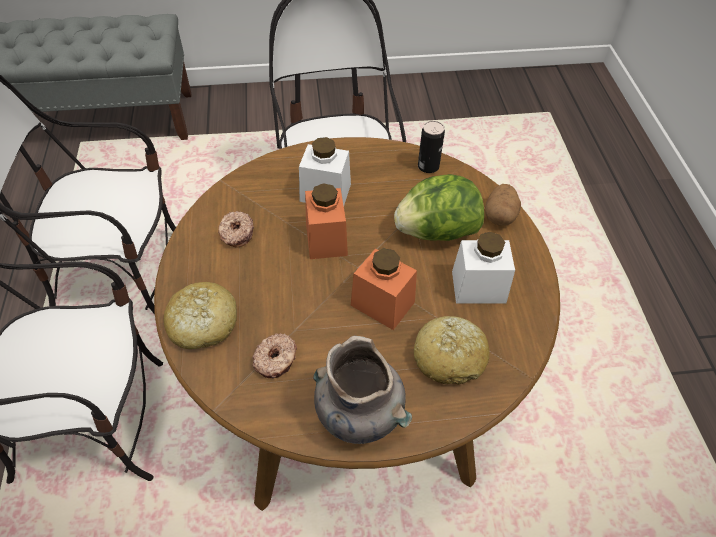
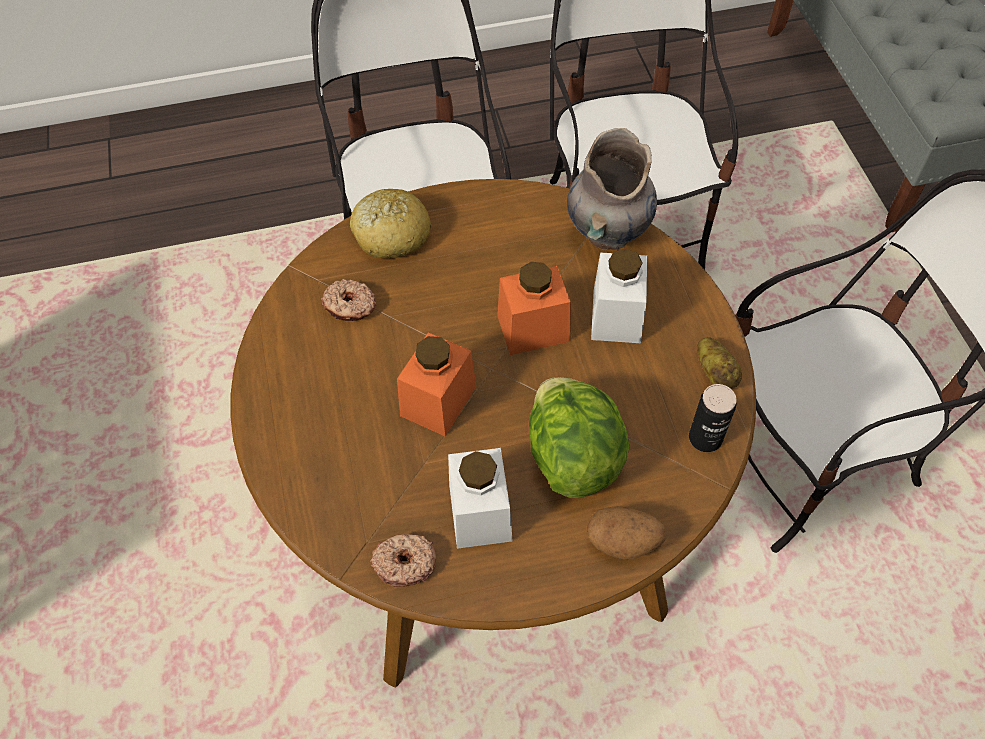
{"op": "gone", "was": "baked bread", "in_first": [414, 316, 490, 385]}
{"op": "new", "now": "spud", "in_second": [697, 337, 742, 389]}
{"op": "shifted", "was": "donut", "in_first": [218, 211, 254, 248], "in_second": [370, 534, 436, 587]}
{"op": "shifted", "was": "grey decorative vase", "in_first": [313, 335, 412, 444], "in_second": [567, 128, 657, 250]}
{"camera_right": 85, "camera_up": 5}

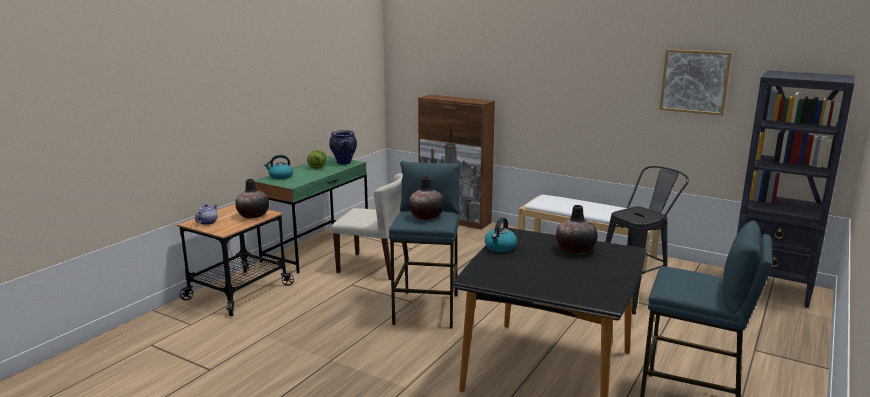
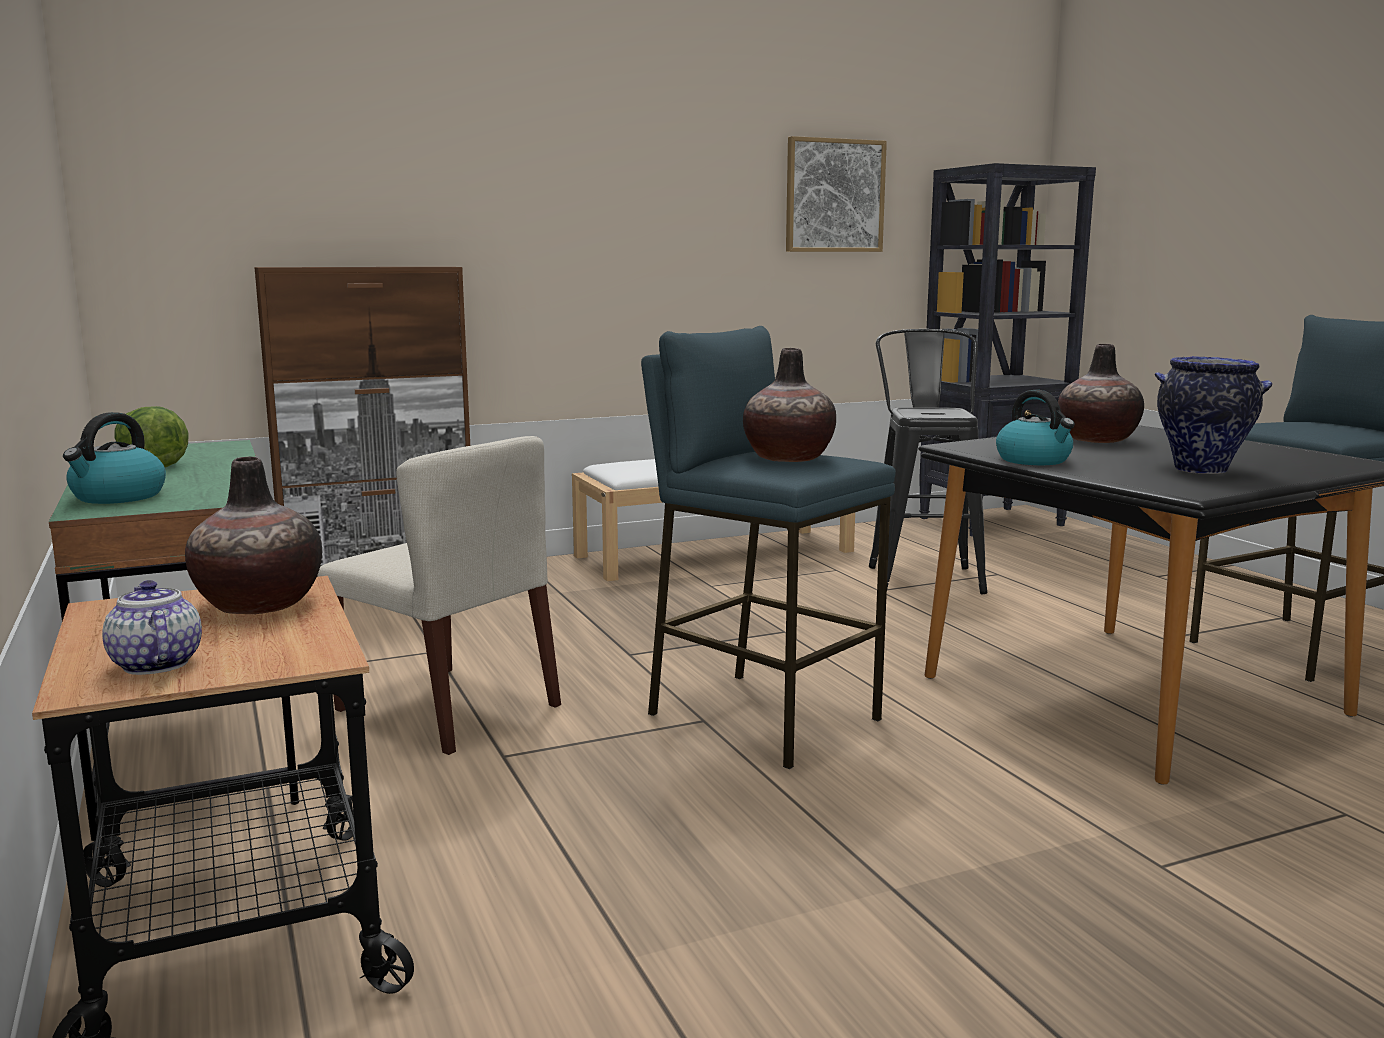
{"op": "shifted", "was": "decorative vase", "in_first": [329, 130, 357, 165], "in_second": [1155, 356, 1272, 474]}
{"op": "rotated", "was": "beige-coloured upright chair", "in_first": [331, 173, 409, 280], "in_second": [317, 436, 561, 755], "clockwise": 75}
{"camera_right": -55, "camera_up": -5}

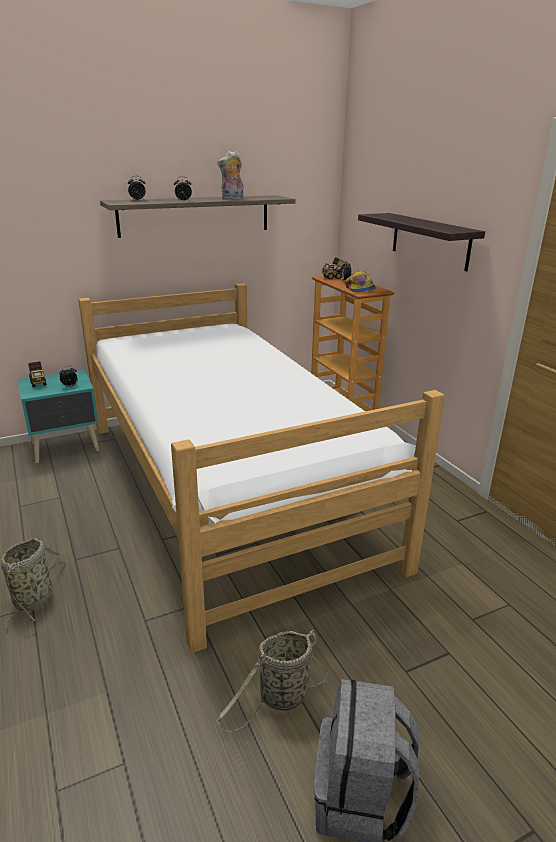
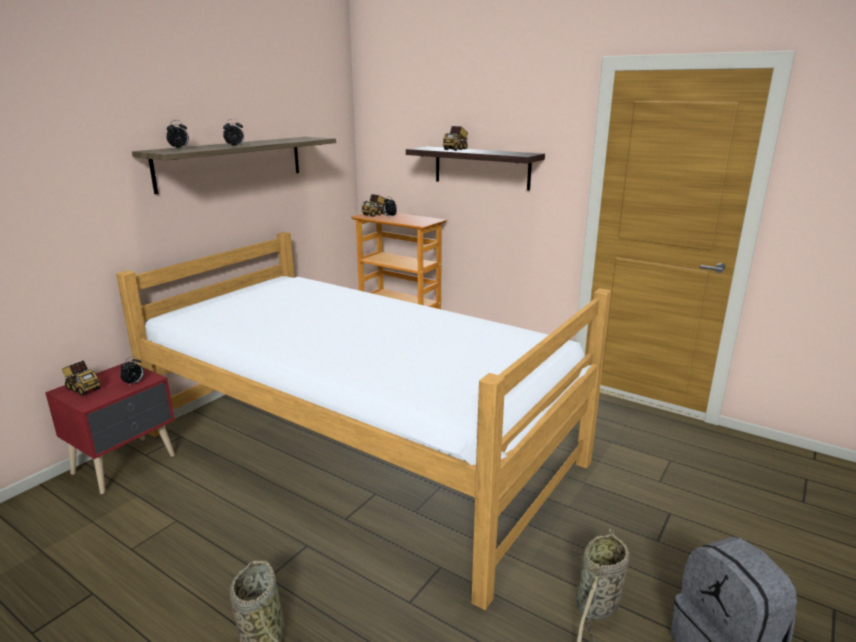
{"op": "gone", "was": "soft toy", "in_first": [217, 151, 244, 200]}
{"op": "gone", "was": "peaked cap", "in_first": [345, 271, 376, 292]}
{"op": "new", "now": "model truck", "in_second": [443, 126, 468, 151]}
{"op": "repainted", "was": "turquoise bedside table", "now": "red bedside table", "in_first": [18, 370, 99, 463], "in_second": [45, 361, 175, 494]}
{"camera_right": -30, "camera_up": -5}

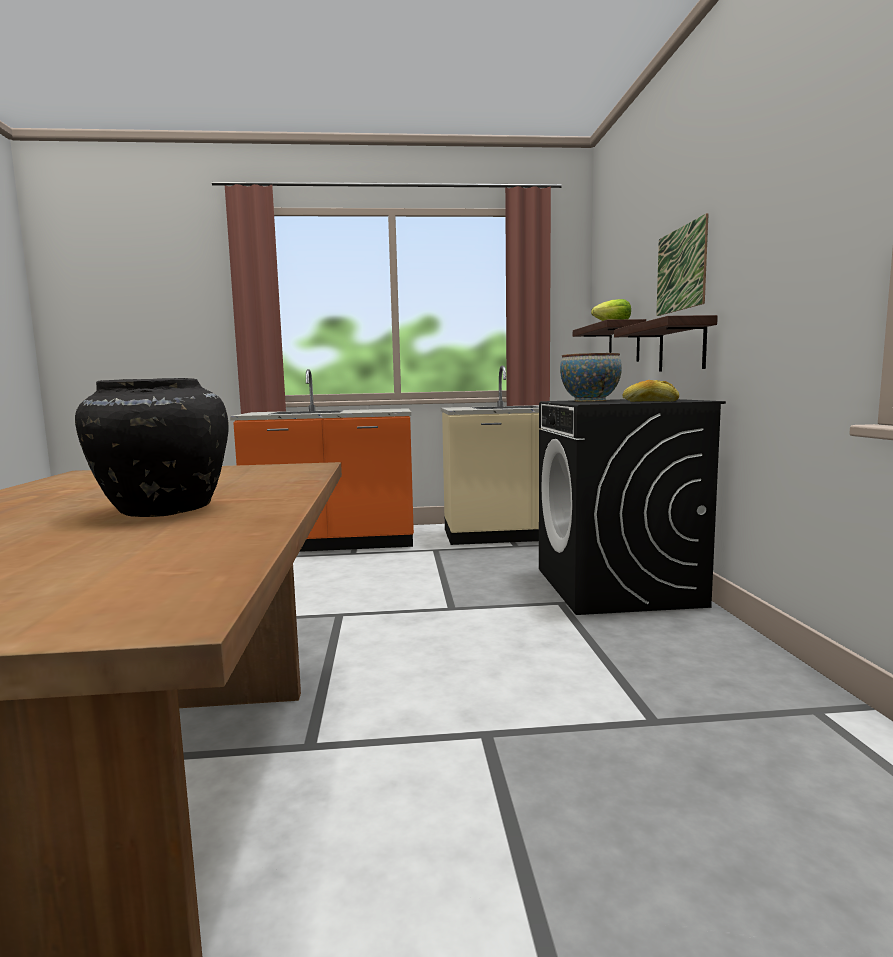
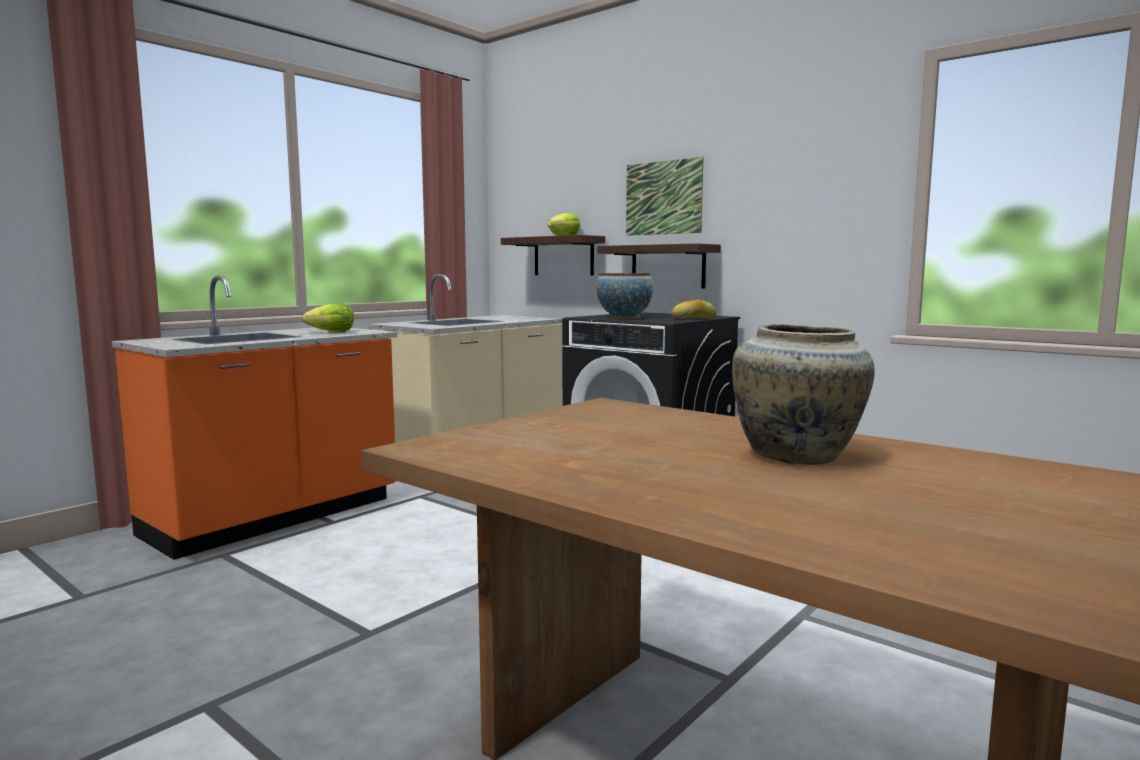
{"op": "new", "now": "lettuce", "in_second": [302, 303, 354, 332]}
{"op": "repainted", "was": "black-coloured decorative vase", "now": "beige-coloured decorative vase", "in_first": [75, 378, 229, 517], "in_second": [732, 325, 875, 465]}
{"camera_right": -45, "camera_up": 0}

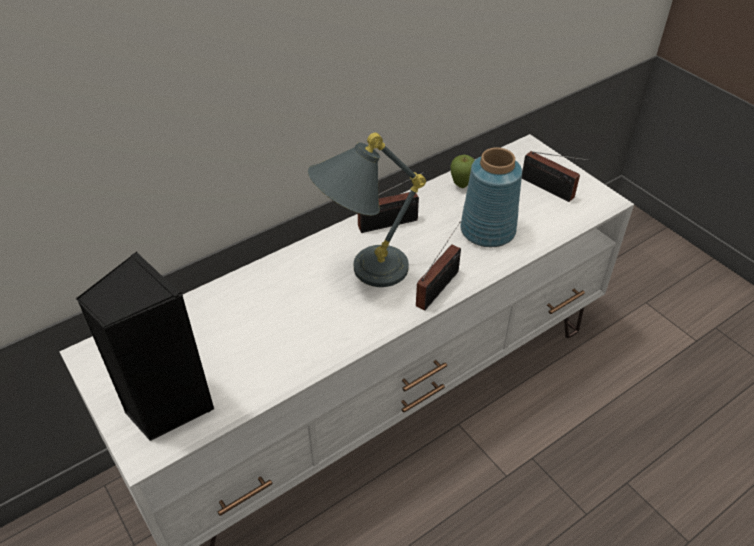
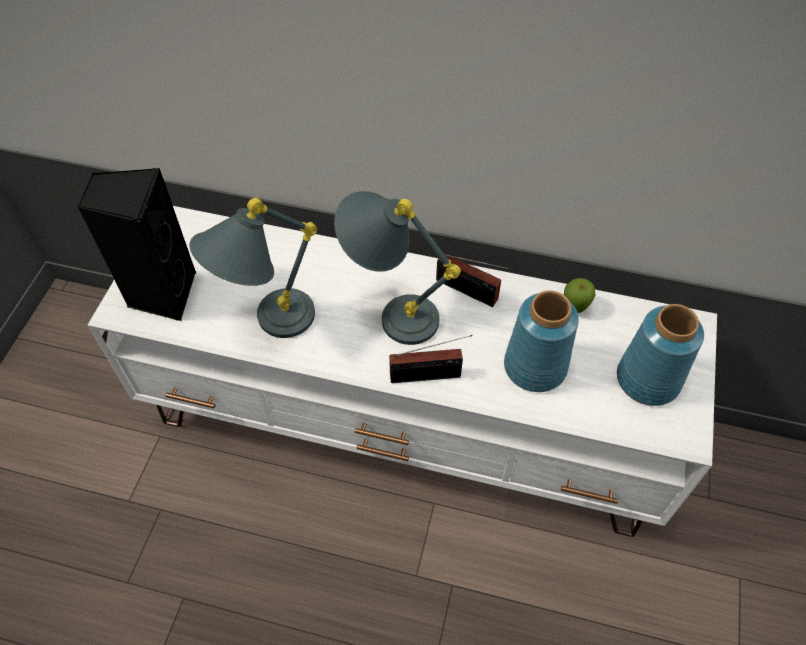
{"op": "new", "now": "grey lamp for a table", "in_second": [189, 198, 317, 338]}
{"op": "swapped", "was": "radio", "now": "blue-coloured decorative vase", "in_first": [522, 151, 590, 202], "in_second": [617, 304, 704, 406]}
{"camera_right": 50, "camera_up": 10}

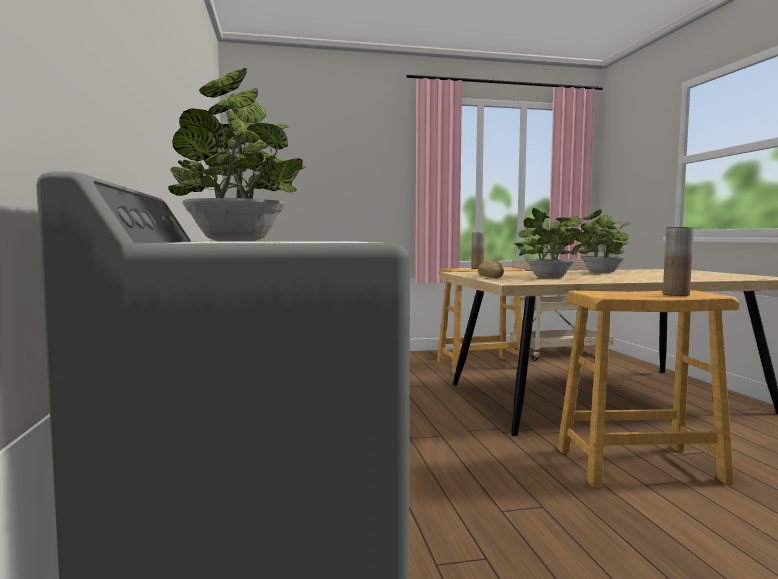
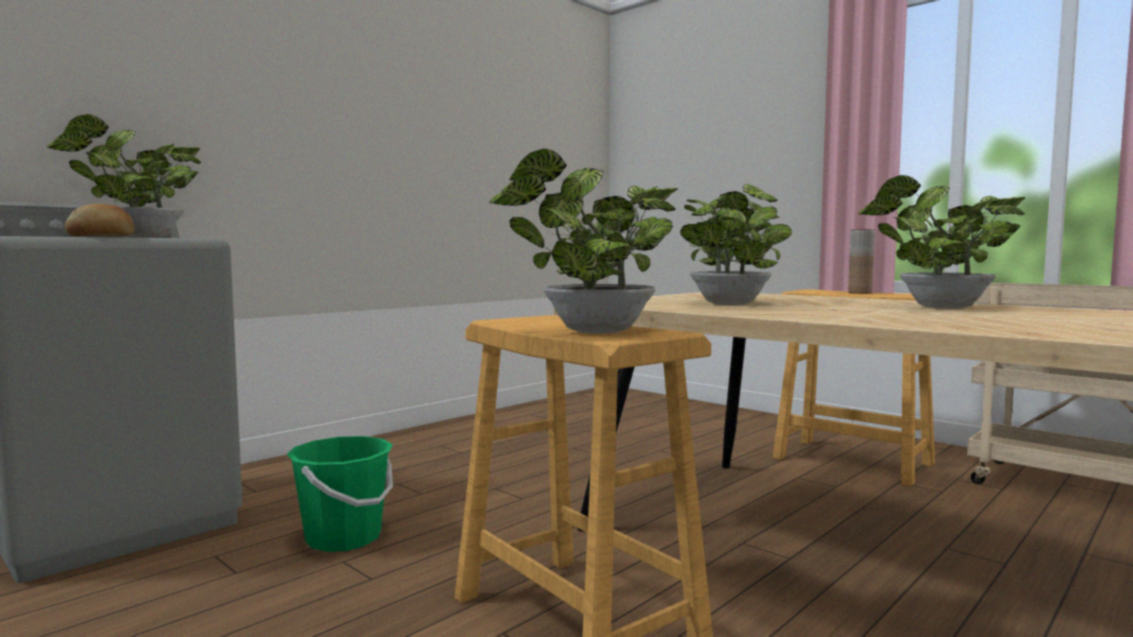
{"op": "new", "now": "green water bucket", "in_second": [287, 436, 393, 552]}
{"op": "shifted", "was": "baked bread", "in_first": [478, 260, 504, 278], "in_second": [65, 204, 135, 237]}
{"op": "swapped", "was": "brown decorative vase", "now": "plant in a pot", "in_first": [663, 227, 694, 296], "in_second": [489, 149, 678, 334]}
{"camera_right": 55, "camera_up": 0}

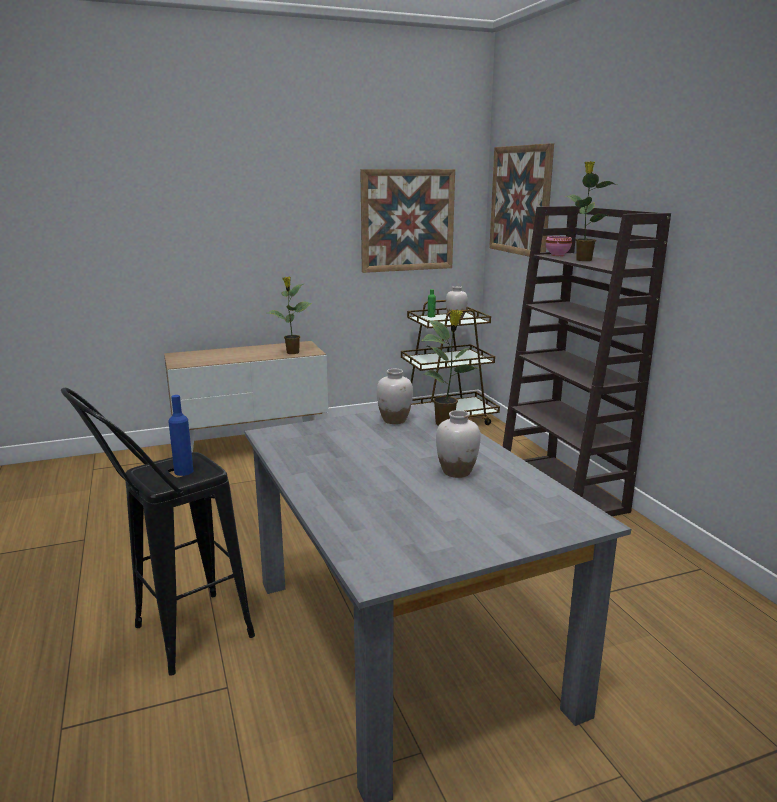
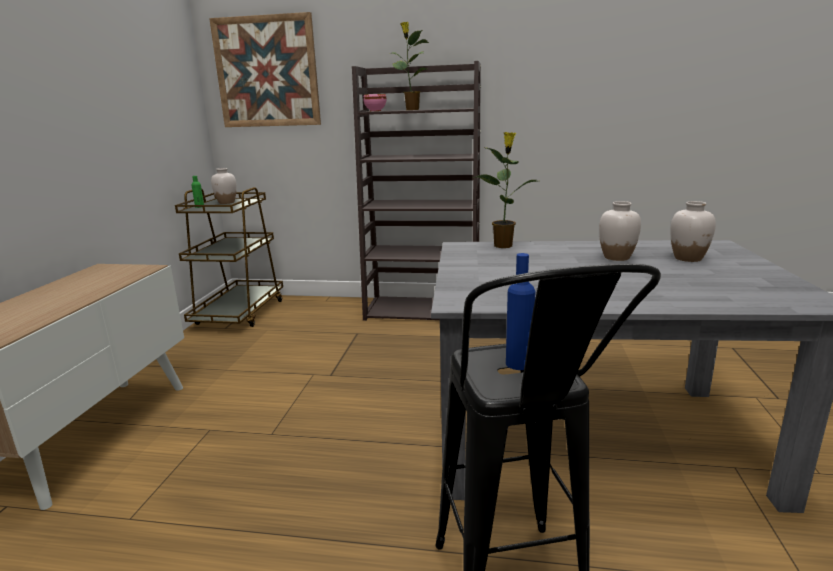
{"op": "gone", "was": "plant in a pot", "in_first": [267, 277, 312, 354]}
{"op": "gone", "was": "picture", "in_first": [360, 169, 455, 273]}
{"op": "shifted", "was": "whitish decorative vase", "in_first": [377, 369, 413, 424], "in_second": [671, 201, 716, 262]}
{"camera_right": -60, "camera_up": 0}

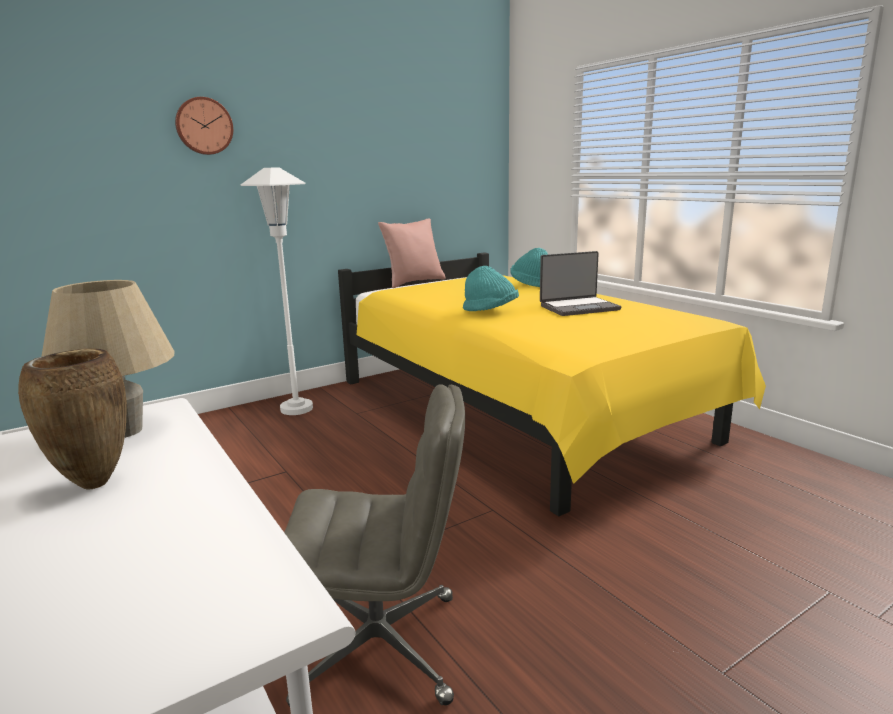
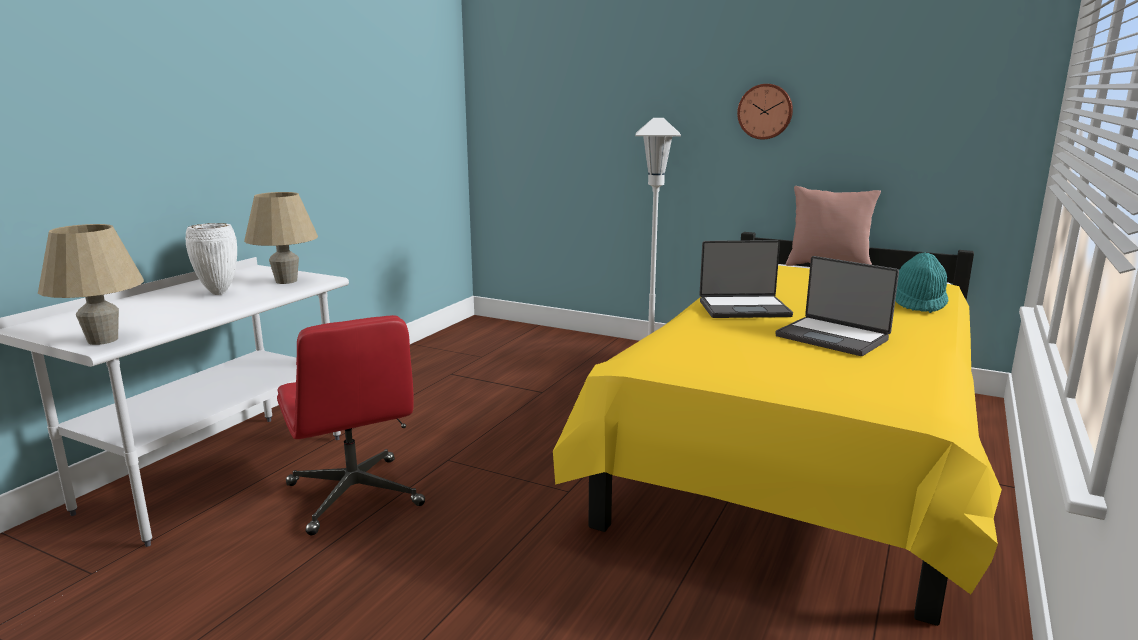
{"op": "new", "now": "beige-coloured lamp for a table", "in_second": [38, 224, 144, 345]}
{"op": "shifted", "was": "hanging clock", "in_first": [175, 97, 233, 155], "in_second": [737, 84, 793, 140]}
{"op": "swapped", "was": "turquoise wearable hat", "now": "notebook computer", "in_first": [463, 266, 519, 311], "in_second": [699, 240, 793, 318]}
{"op": "repainted", "was": "brown decorative vase", "now": "whitish decorative vase", "in_first": [18, 348, 127, 490], "in_second": [186, 223, 237, 295]}
{"op": "repainted", "was": "grey desk chair", "now": "red desk chair", "in_first": [284, 385, 465, 706], "in_second": [277, 315, 425, 535]}
{"camera_right": 60, "camera_up": 0}

